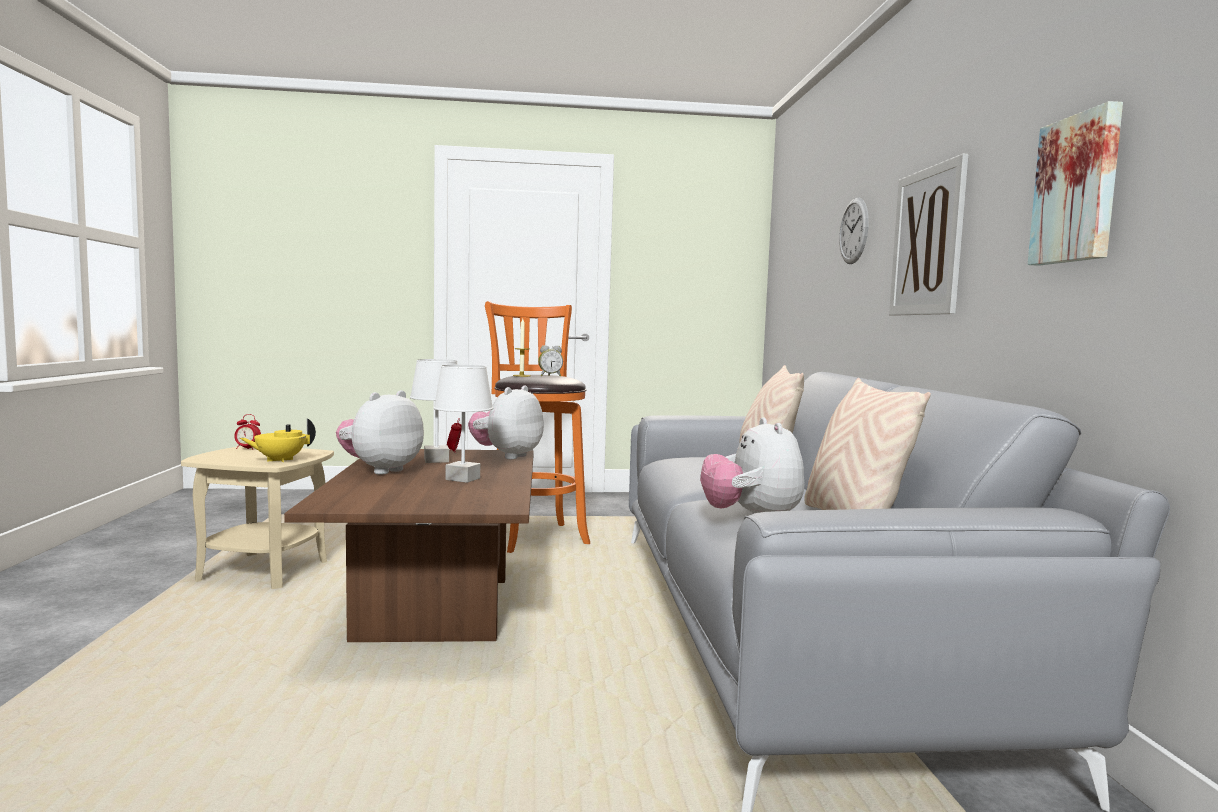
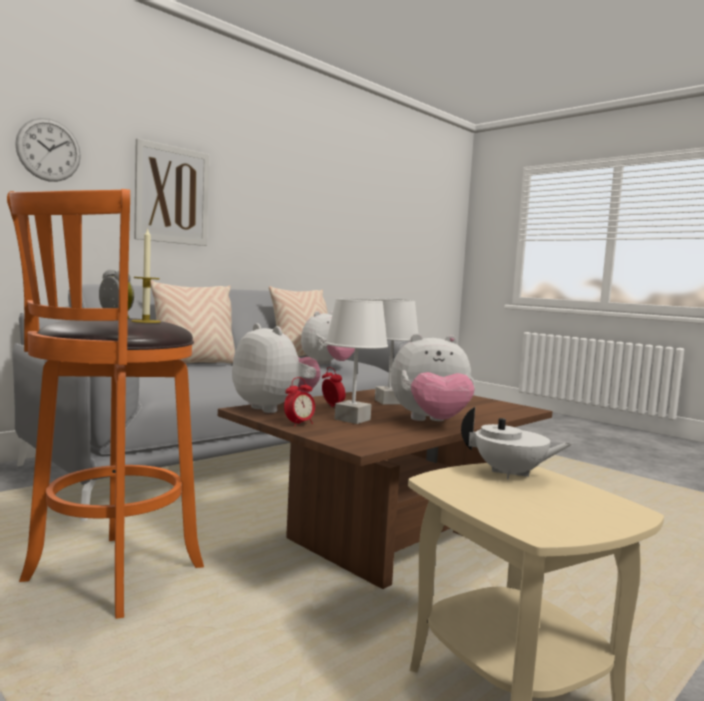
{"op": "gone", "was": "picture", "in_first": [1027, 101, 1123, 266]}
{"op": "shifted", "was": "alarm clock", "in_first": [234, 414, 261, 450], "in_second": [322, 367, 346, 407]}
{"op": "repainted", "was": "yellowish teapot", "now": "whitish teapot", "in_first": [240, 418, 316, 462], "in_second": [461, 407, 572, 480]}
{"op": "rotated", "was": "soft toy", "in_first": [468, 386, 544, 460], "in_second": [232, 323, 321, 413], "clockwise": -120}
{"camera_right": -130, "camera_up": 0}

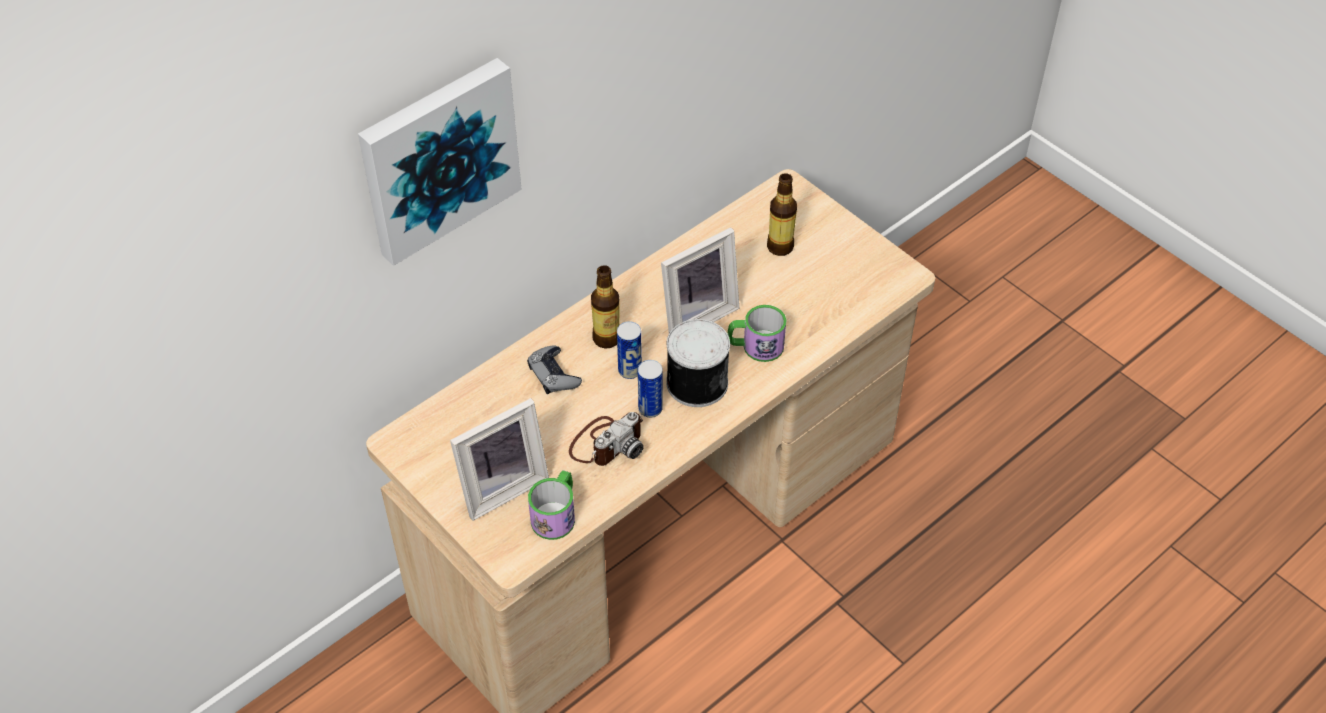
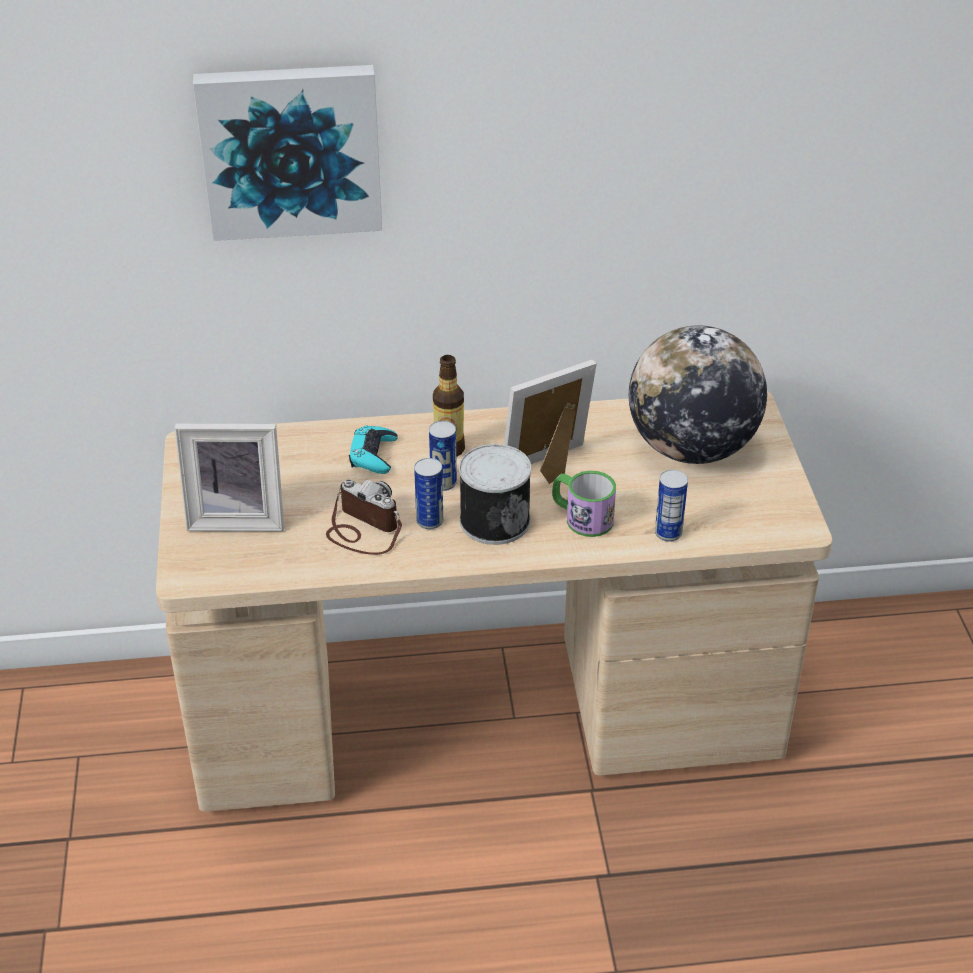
{"op": "gone", "was": "mug", "in_first": [528, 470, 575, 540]}
{"op": "new", "now": "can", "in_second": [655, 470, 688, 542]}
{"op": "swapped", "was": "bottle", "now": "world globe", "in_first": [767, 173, 797, 256], "in_second": [629, 325, 767, 464]}
{"op": "repainted", "was": "grey joypad", "now": "turquoise joypad", "in_first": [527, 346, 582, 394], "in_second": [349, 425, 398, 474]}
{"op": "rotated", "was": "still camera", "in_first": [569, 412, 643, 466], "in_second": [326, 479, 402, 555], "clockwise": -135}
{"op": "rotated", "was": "standing frame", "in_first": [661, 227, 739, 333], "in_second": [504, 360, 597, 484], "clockwise": 150}
{"camera_right": 35, "camera_up": -10}

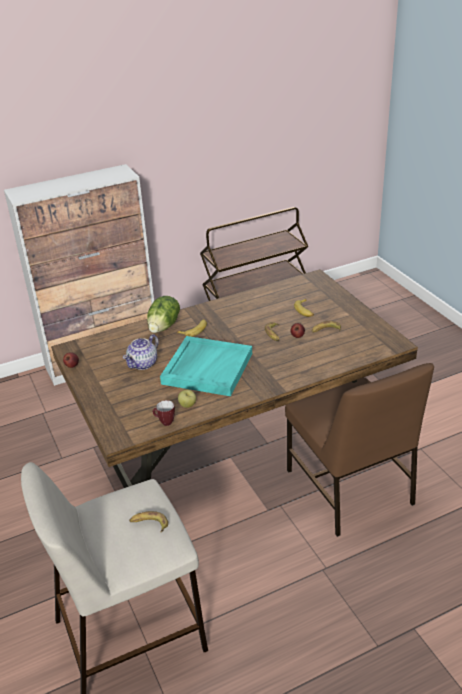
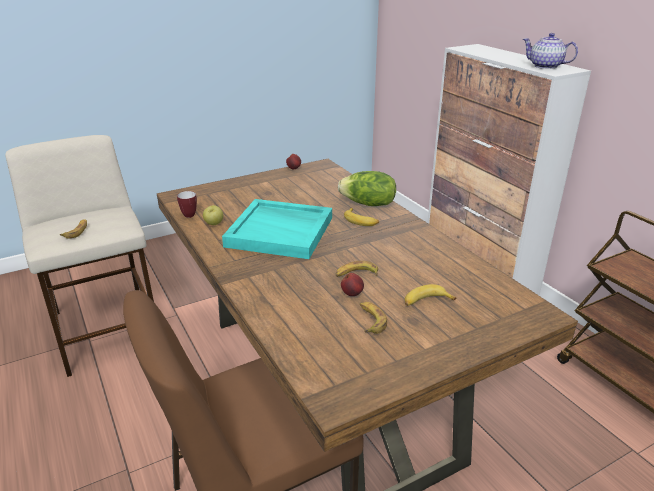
{"op": "shifted", "was": "teapot", "in_first": [123, 334, 159, 370], "in_second": [523, 33, 578, 69]}
{"camera_right": 85, "camera_up": -5}

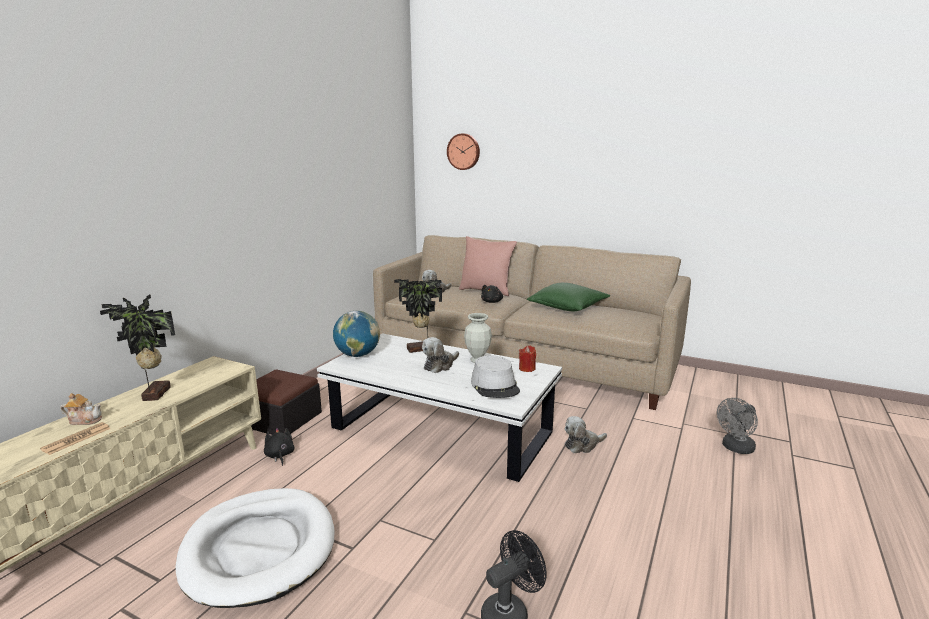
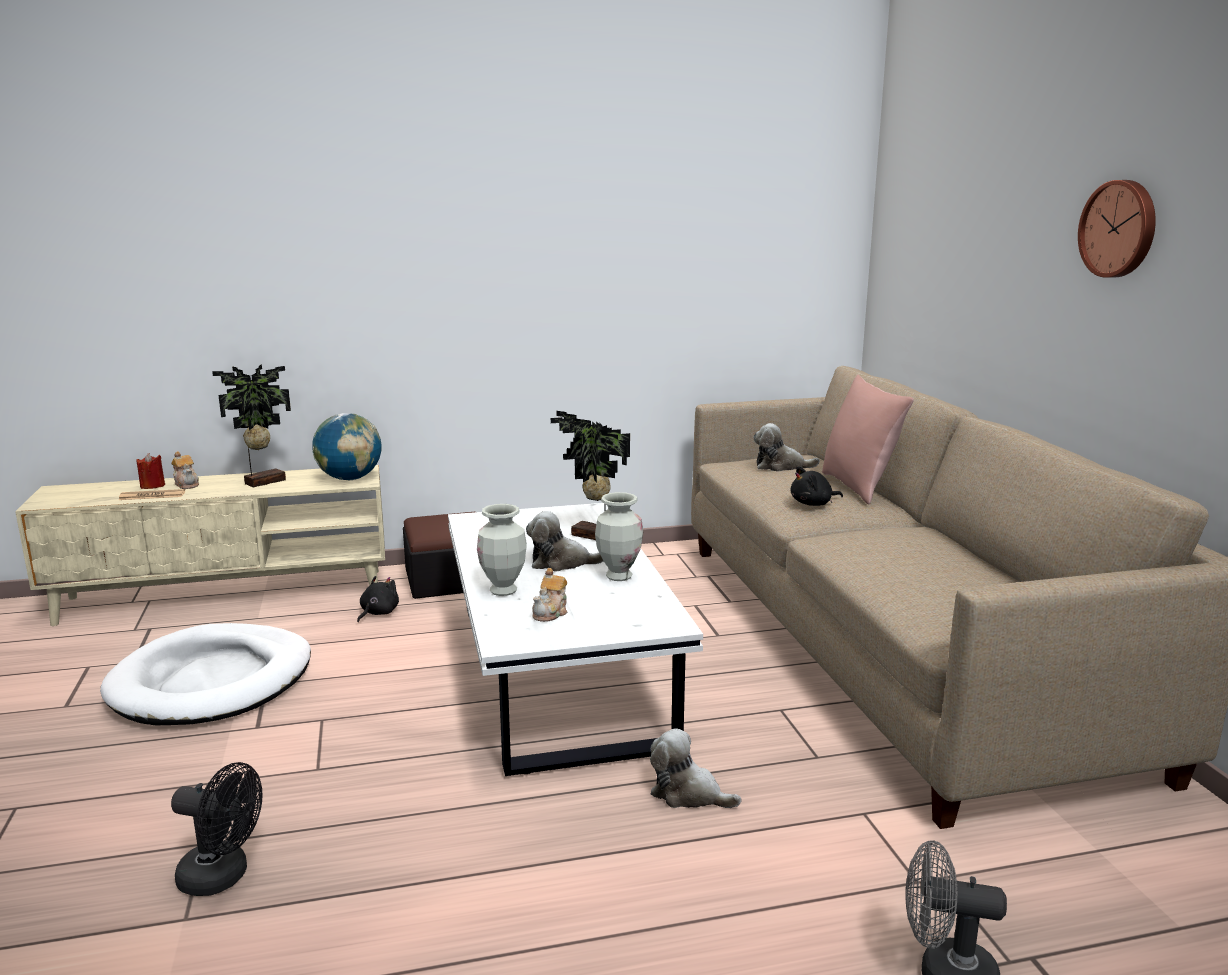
{"op": "gone", "was": "green pillow", "in_first": [527, 283, 610, 312]}
{"op": "new", "now": "decorative vase", "in_second": [477, 504, 527, 596]}
{"op": "shifted", "was": "world globe", "in_first": [333, 311, 380, 357], "in_second": [312, 413, 382, 480]}
{"op": "shifted", "was": "hanging clock", "in_first": [447, 134, 480, 170], "in_second": [1078, 180, 1156, 278]}
{"op": "shifted", "was": "red candle", "in_first": [519, 345, 536, 372], "in_second": [136, 453, 165, 489]}
{"op": "swapped", "was": "grey wearable hat", "now": "teapot", "in_first": [471, 355, 520, 398], "in_second": [532, 568, 567, 622]}
{"camera_right": 50, "camera_up": 0}

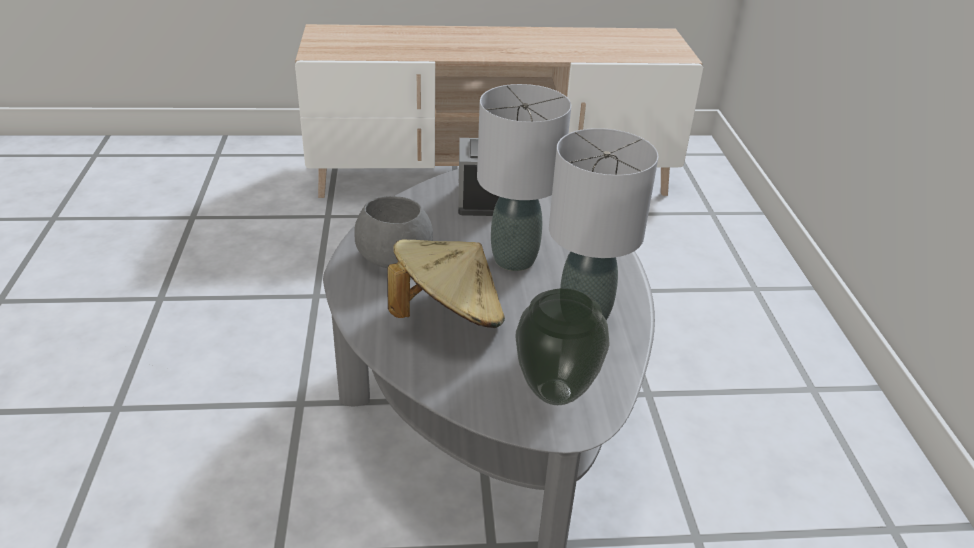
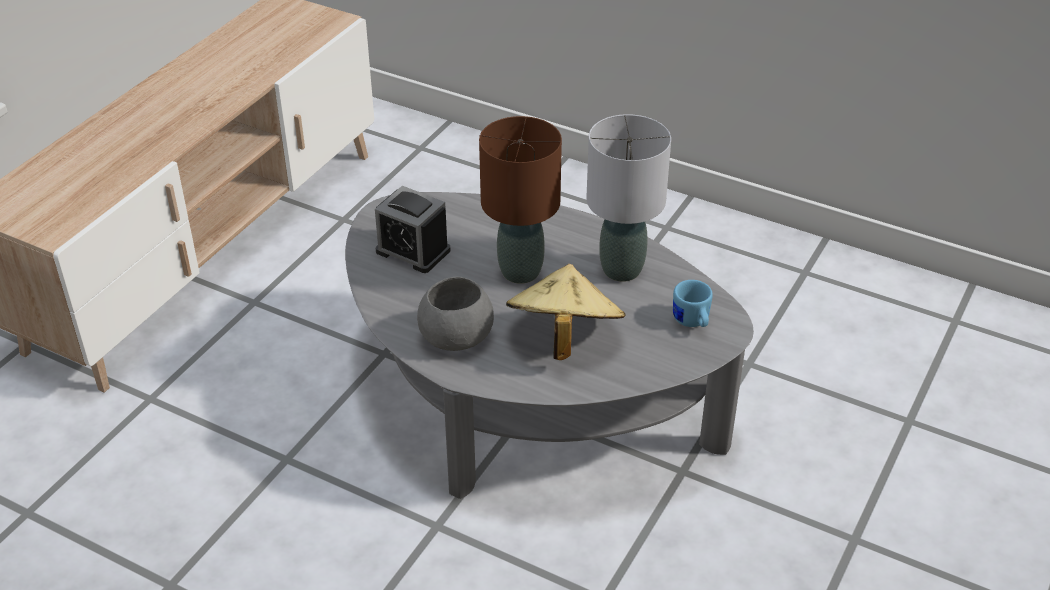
{"op": "swapped", "was": "decorative vase", "now": "blue-coloured mug", "in_first": [515, 288, 610, 405], "in_second": [673, 280, 713, 327]}
{"op": "repainted", "was": "grey lamp for a table", "now": "brown lamp for a table", "in_first": [477, 84, 571, 271], "in_second": [479, 116, 562, 284]}
{"camera_right": -55, "camera_up": 5}

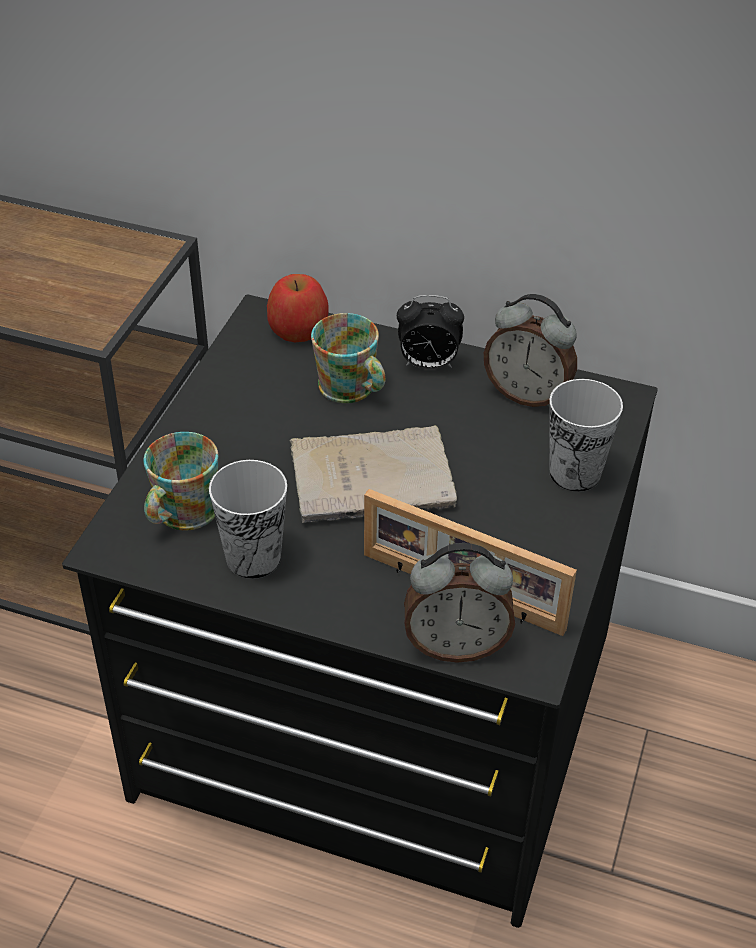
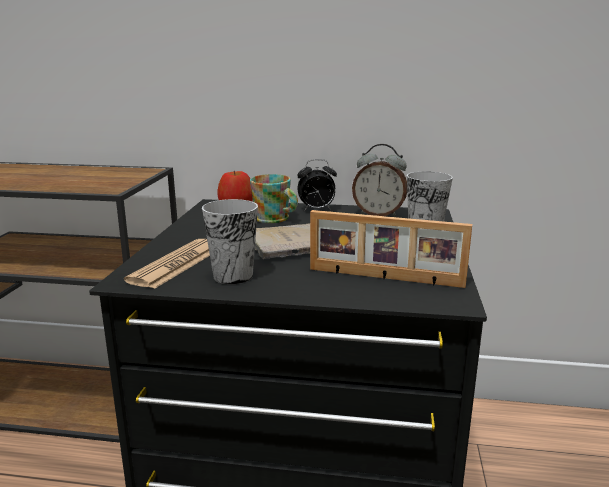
{"op": "gone", "was": "alarm clock", "in_first": [404, 543, 515, 663]}
{"op": "swapped", "was": "mug", "now": "daily paper", "in_first": [143, 432, 218, 530], "in_second": [124, 239, 210, 289]}
{"camera_right": -10, "camera_up": -25}

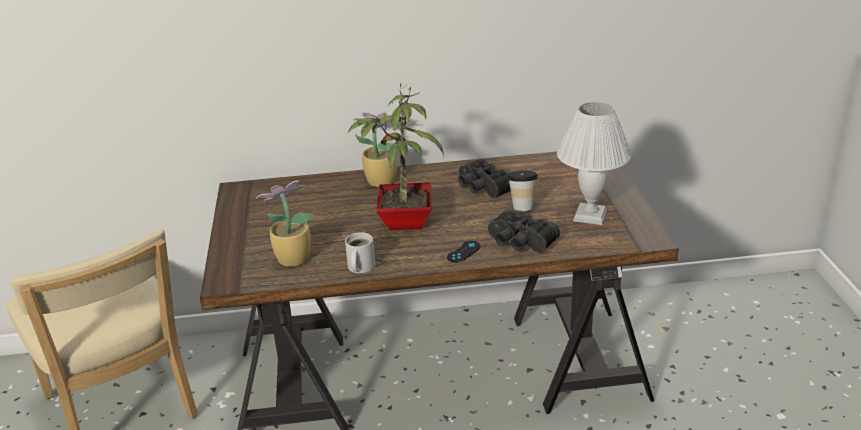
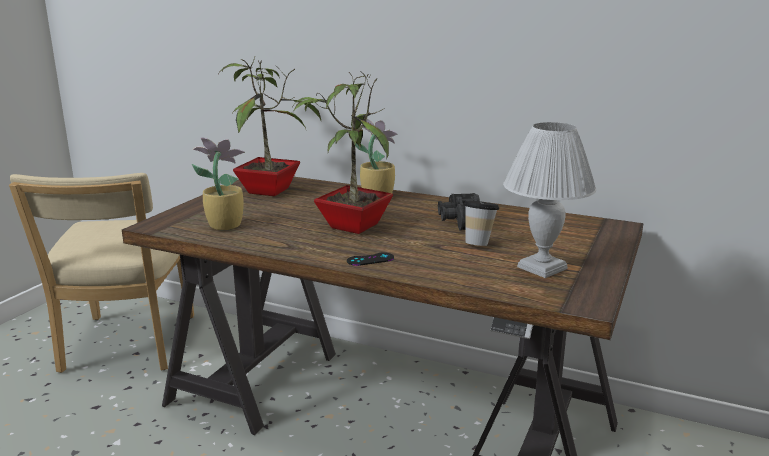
{"op": "gone", "was": "whitish mug", "in_first": [345, 232, 375, 273]}
{"op": "gone", "was": "black-coloured binoculars", "in_first": [488, 209, 560, 253]}
{"op": "new", "now": "plant in a pot", "in_second": [220, 57, 321, 196]}
{"camera_right": 30, "camera_up": -10}

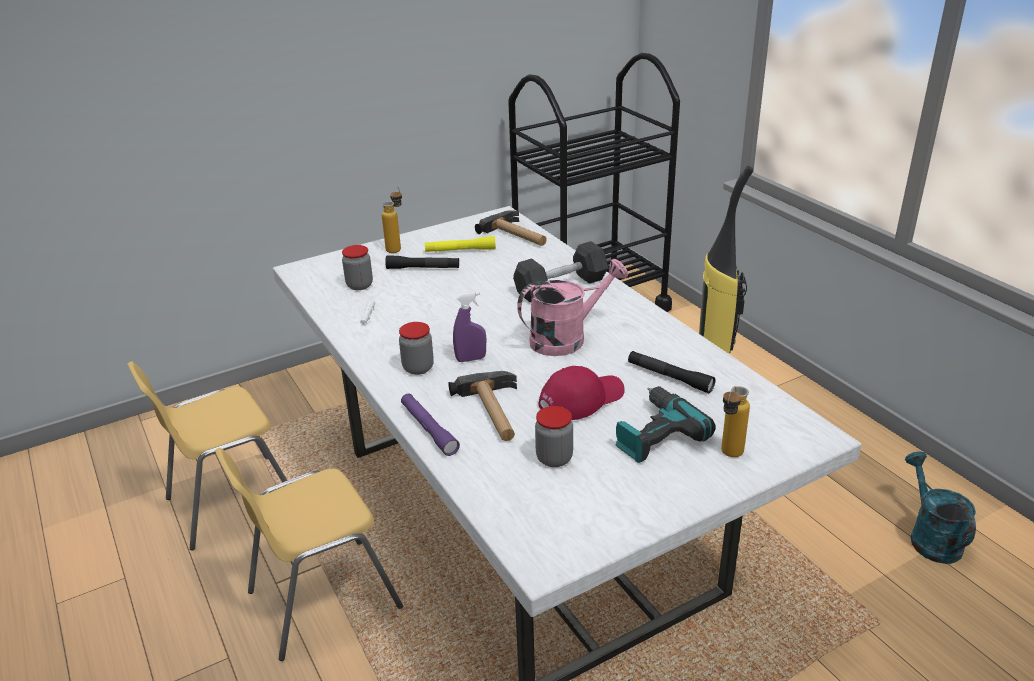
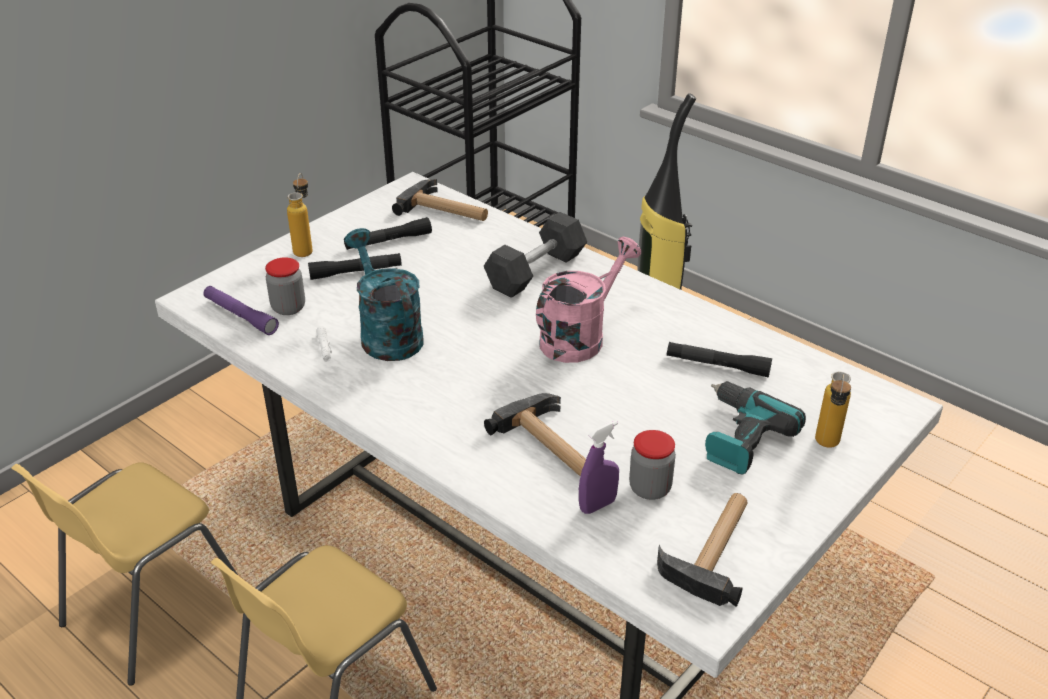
{"op": "gone", "was": "storage jar", "in_first": [399, 322, 434, 375]}
{"op": "gone", "was": "red peaked cap", "in_first": [538, 366, 625, 420]}
{"op": "new", "now": "hammer", "in_second": [657, 493, 747, 607]}
{"op": "shifted", "was": "purple-coloured torch", "in_first": [401, 393, 460, 456], "in_second": [203, 286, 279, 335]}
{"op": "shifted", "was": "purple-coloured sprayer", "in_first": [453, 292, 486, 362], "in_second": [579, 421, 619, 514]}
{"op": "shifted", "was": "turquoise sprinkling can", "in_first": [905, 452, 976, 564], "in_second": [344, 228, 424, 361]}
{"op": "repainted", "was": "yellowish torch", "now": "black-coloured torch", "in_first": [425, 236, 496, 252], "in_second": [344, 217, 432, 250]}
{"camera_right": -20, "camera_up": 5}

